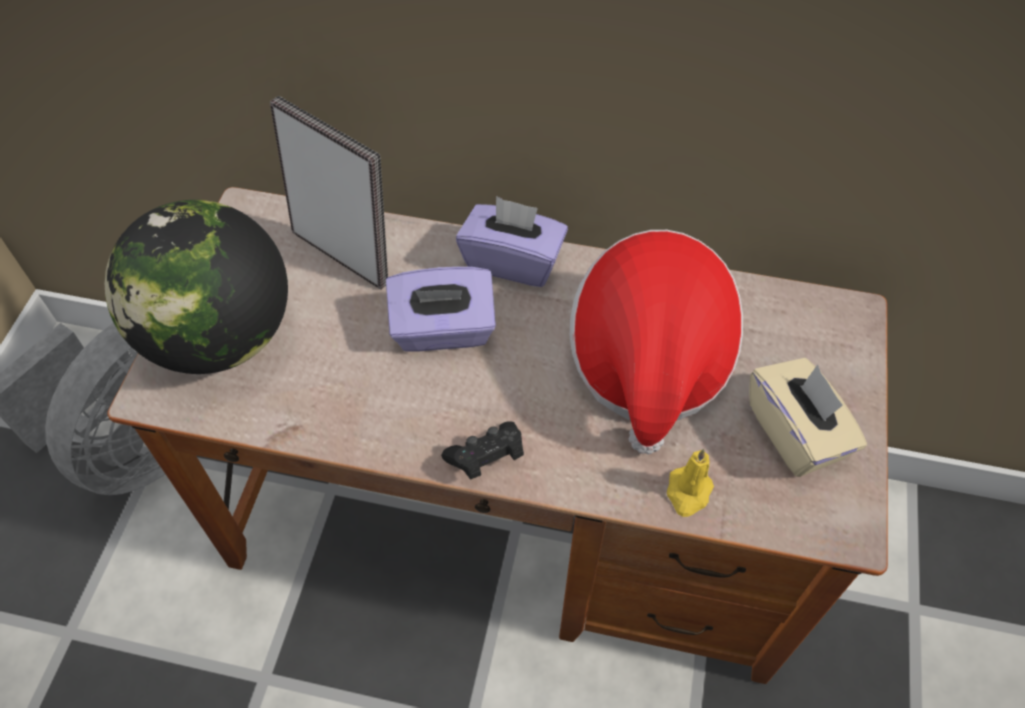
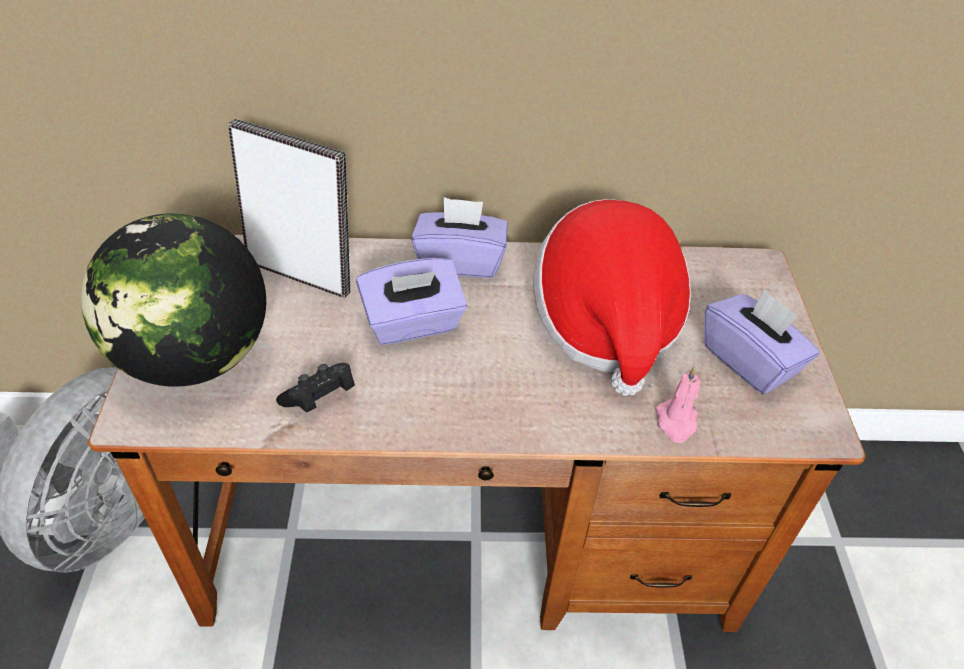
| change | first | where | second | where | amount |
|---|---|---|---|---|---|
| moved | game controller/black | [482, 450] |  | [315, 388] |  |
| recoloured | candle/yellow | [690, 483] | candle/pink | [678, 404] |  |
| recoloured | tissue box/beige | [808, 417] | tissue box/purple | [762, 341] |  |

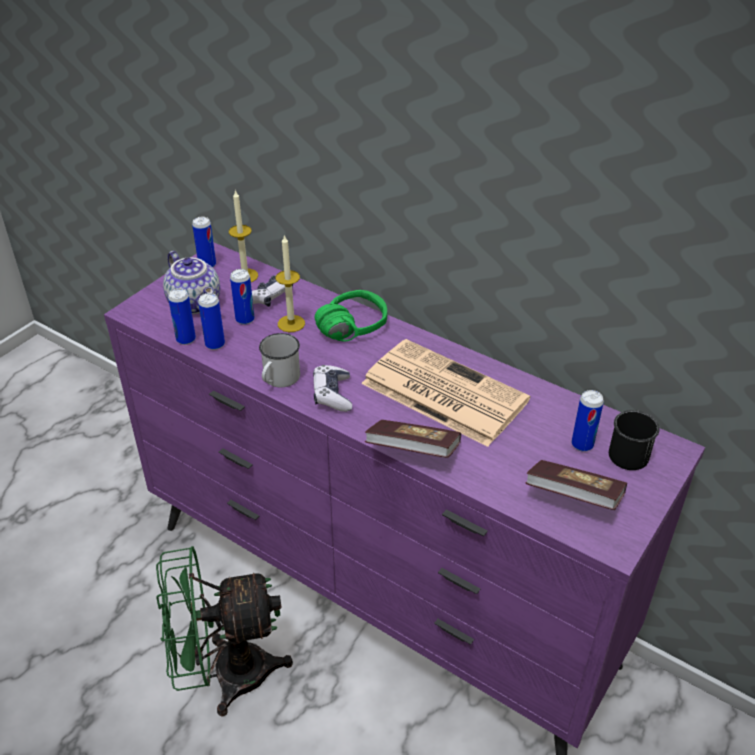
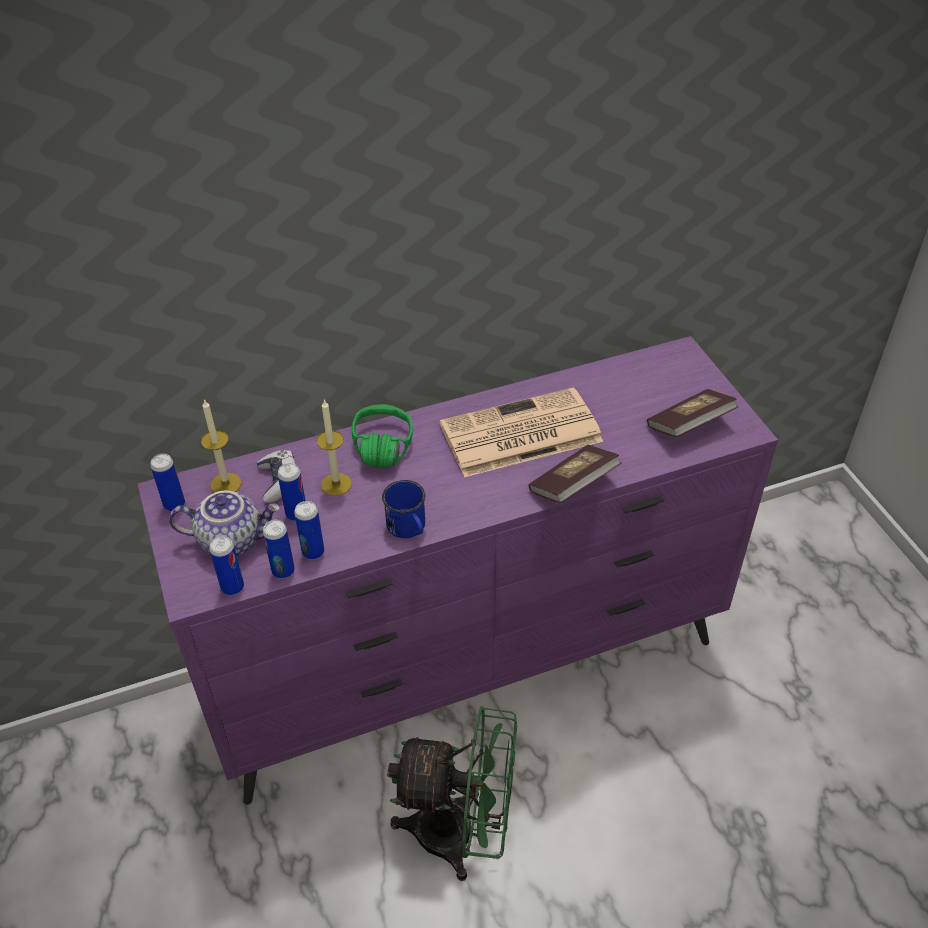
| change | first | where | second | where | amount |
|---|---|---|---|---|---|
| turned | fan/green | [224, 631] |  | [452, 793] | 105 degrees counterclockwise |
| recoloured | mug/white | [279, 360] | mug/blue | [404, 509] |  |
| removed | game controller | [332, 388] |  |  |  |
| moved | can | [587, 421] |  | [226, 565] |  |
| removed | mug/black | [634, 440] |  |  |  |

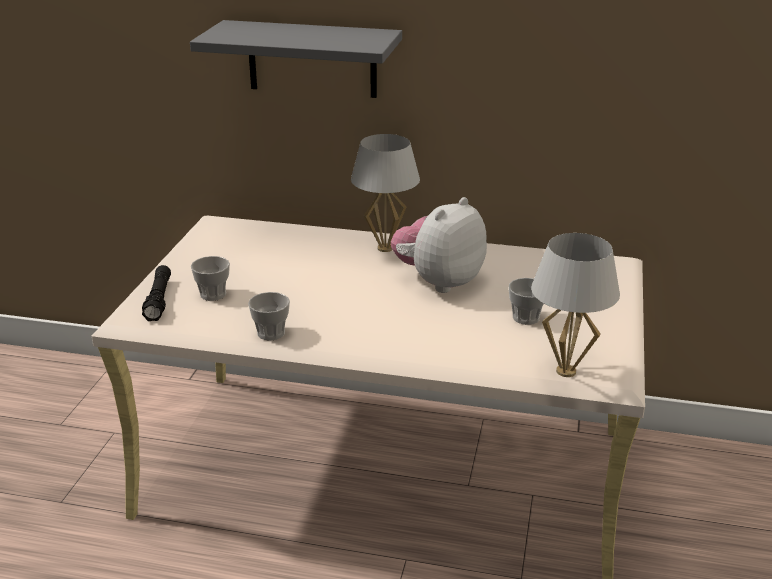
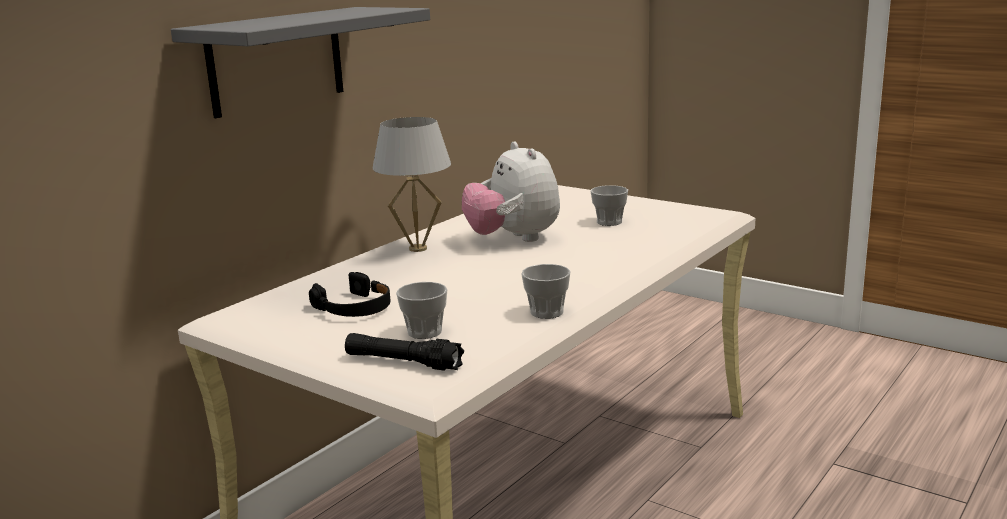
| change | first | where | second | where | amount |
|---|---|---|---|---|---|
| removed | table lamp/white | [575, 305] |  |  |  |
| added |  |  | headphones/black | [350, 294] |  |

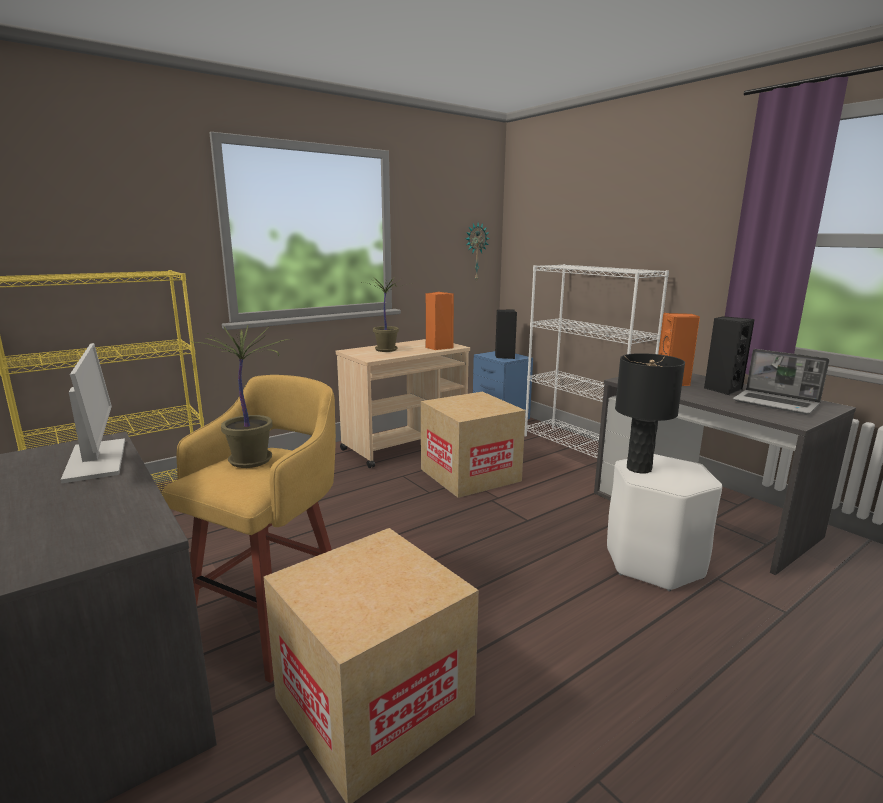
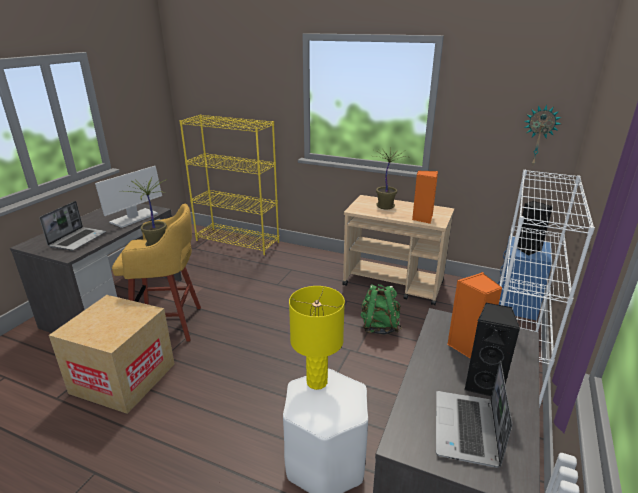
| change | first | where | second | where | amount |
|---|---|---|---|---|---|
| replaced | cardboard box | [473, 445] | backpack/green | [381, 309] |  |
| recoloured | table lamp/black | [650, 413] | table lamp/yellow | [317, 338] |  |
| added |  |  | laptop | [73, 226] |  |

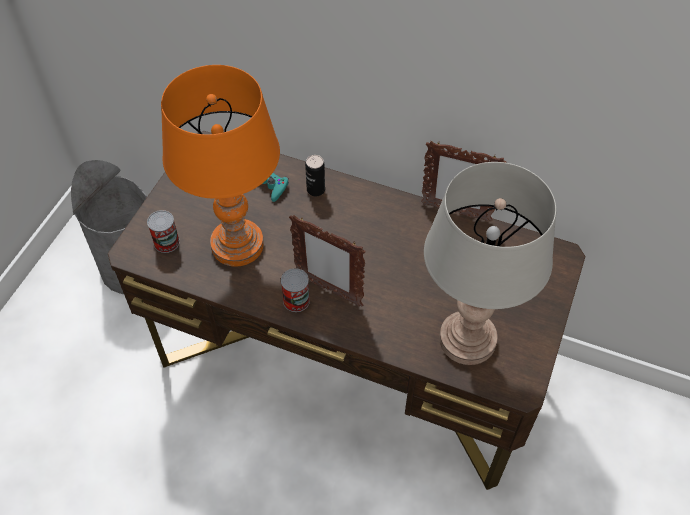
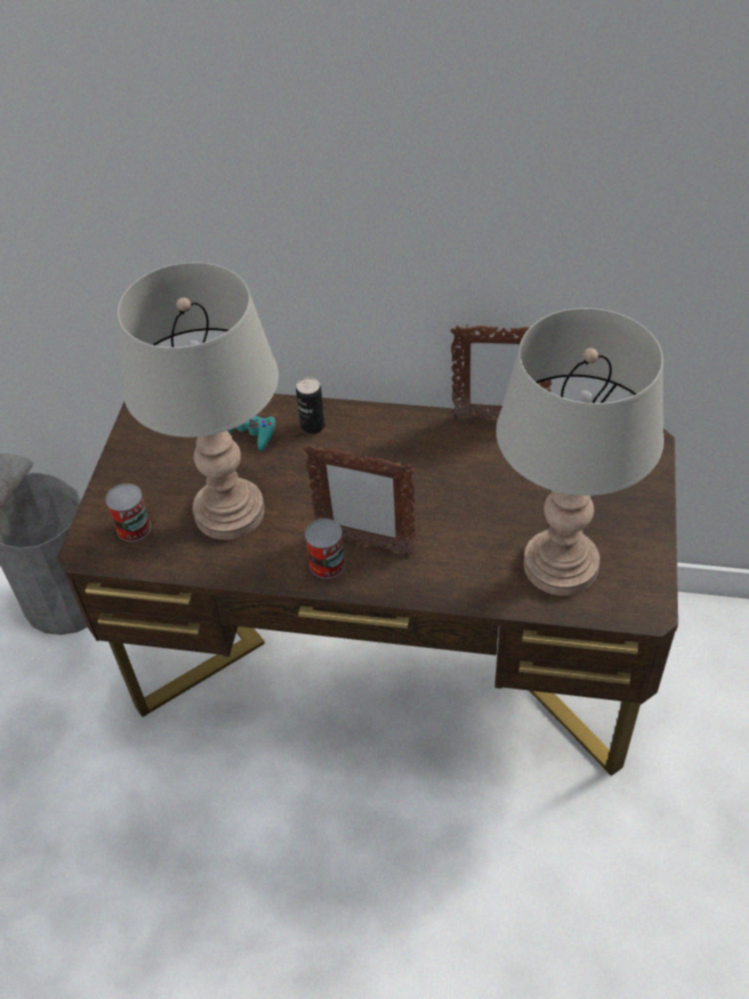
| change | first | where | second | where | amount |
|---|---|---|---|---|---|
| recoloured | table lamp/orange | [220, 166] | table lamp/grey | [198, 401] |  |

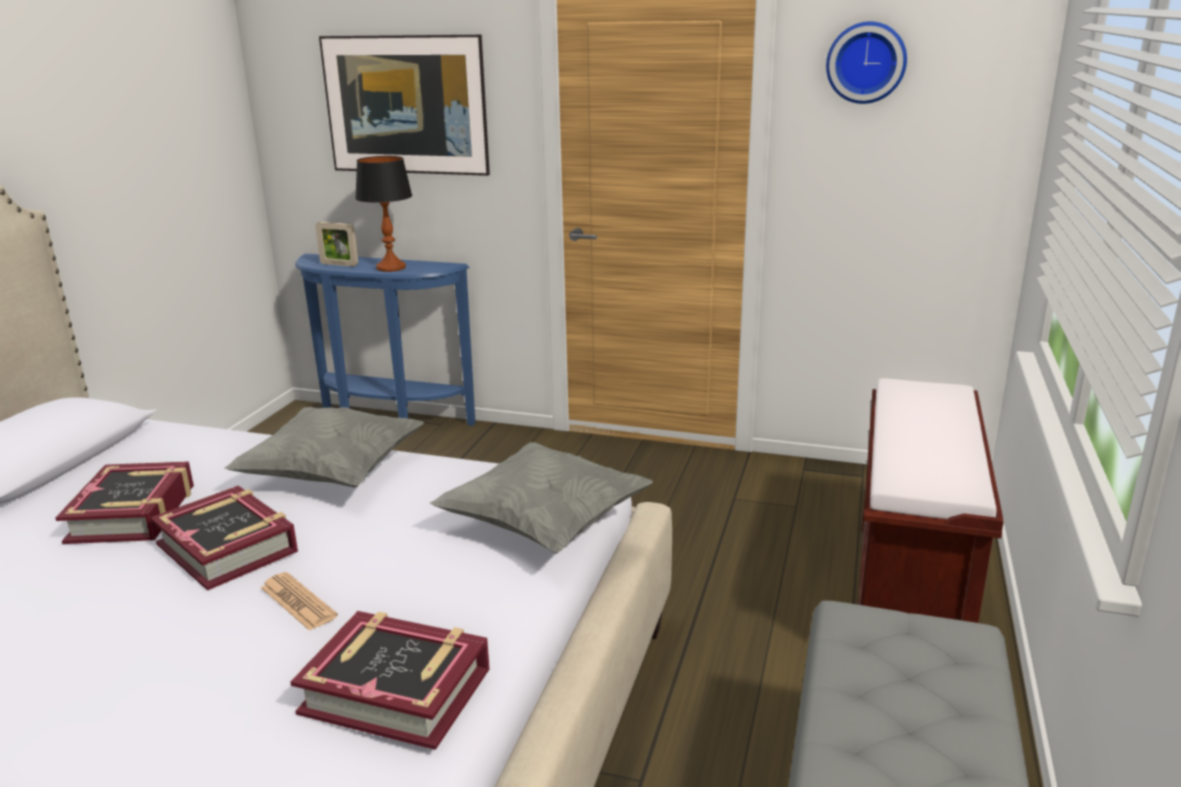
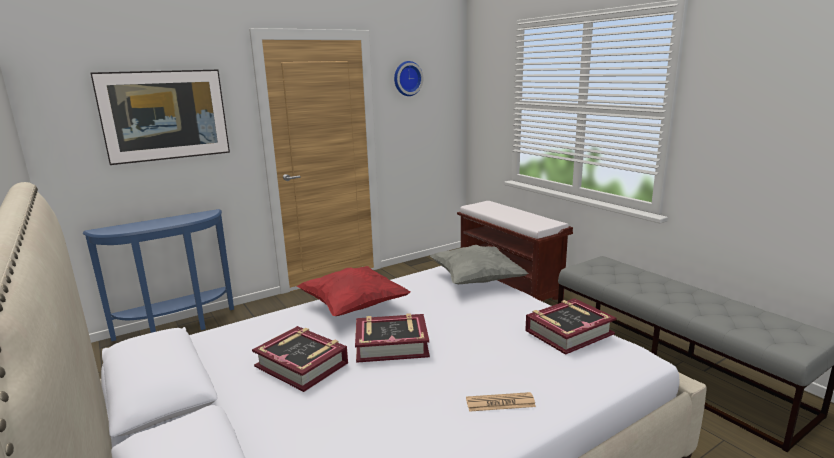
| change | first | where | second | where | amount |
|---|---|---|---|---|---|
| recoloured | pillow/grey | [324, 447] | pillow/red | [353, 291] |  |
| moved | newspaper | [299, 601] |  | [501, 402] |  |
| removed | picture frame | [336, 244] |  |  |  |
| removed | table lamp | [383, 214] |  |  |  |

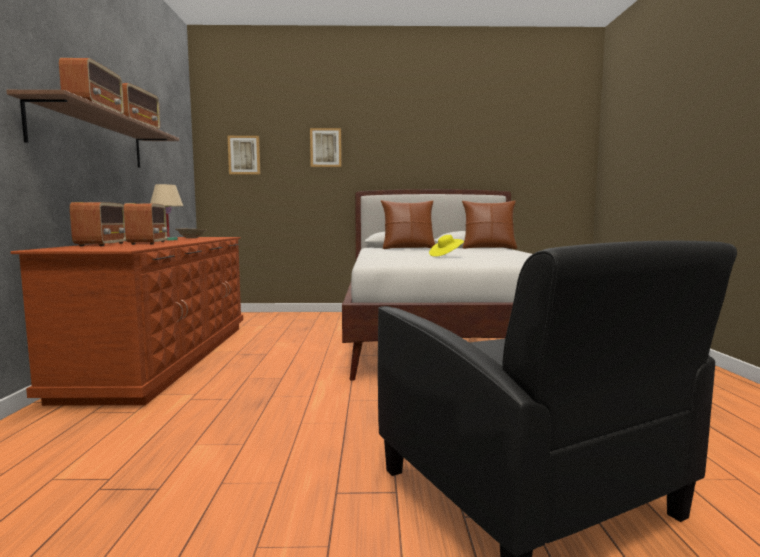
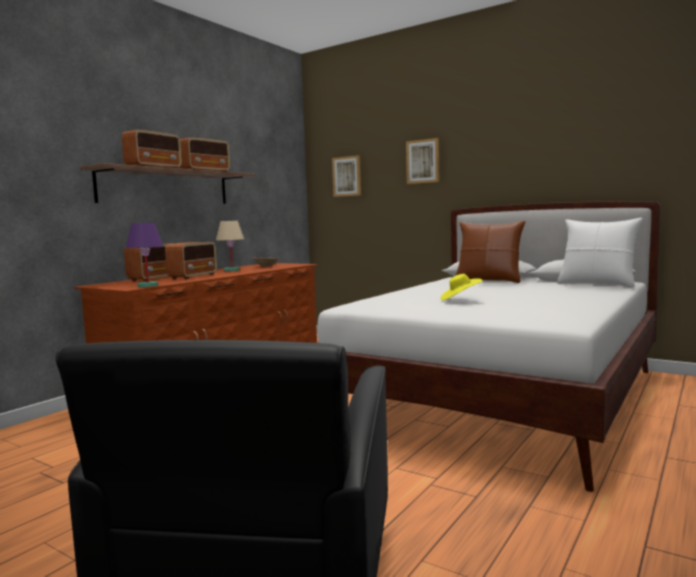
| change | first | where | second | where | amount |
|---|---|---|---|---|---|
| recoloured | pillow/brown | [489, 225] | pillow/white | [600, 253] |  |
| added |  |  | table lamp/purple | [144, 255] |  |

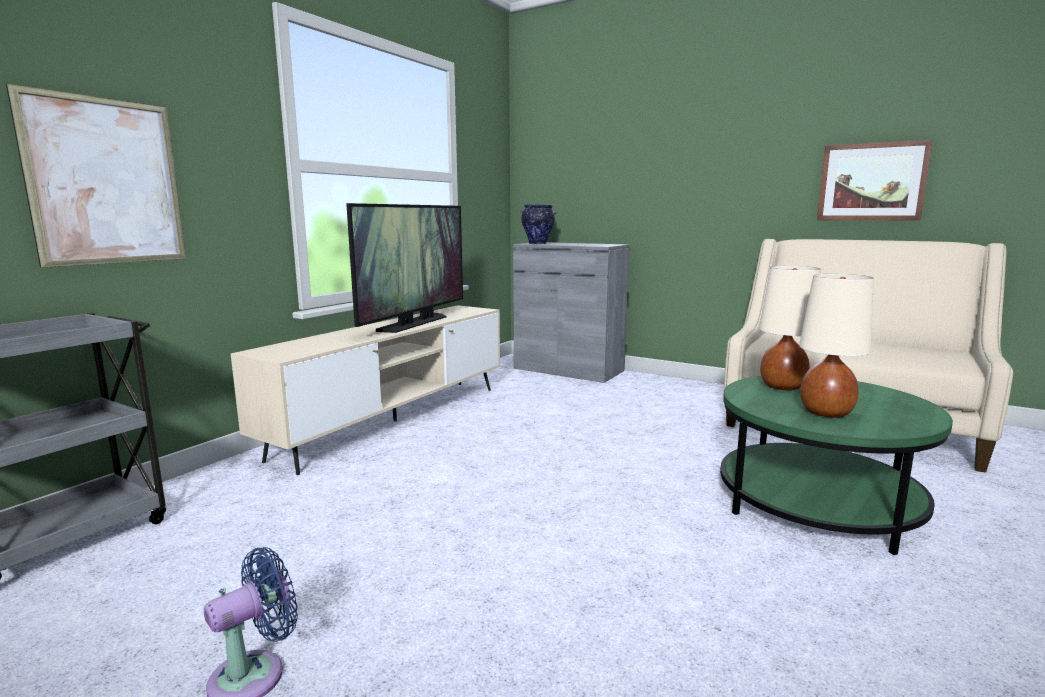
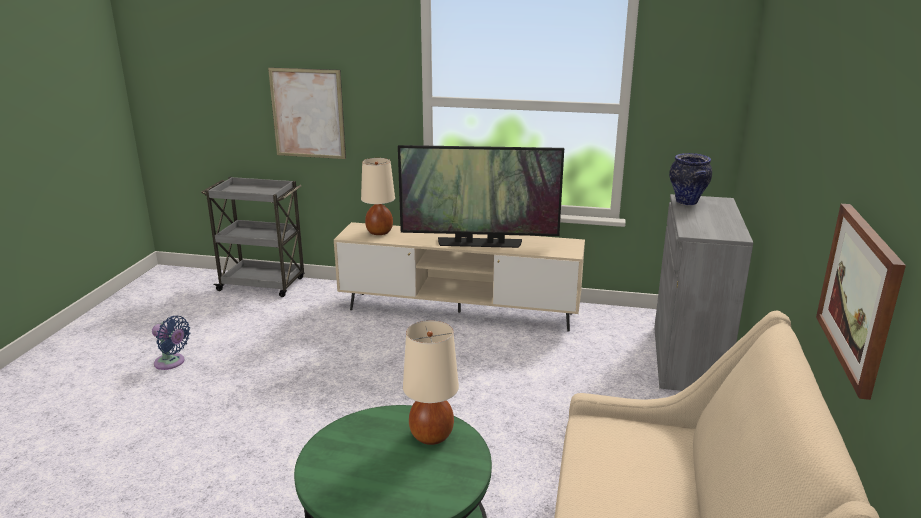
| change | first | where | second | where | amount |
|---|---|---|---|---|---|
| moved | table lamp/beige | [836, 346] |  | [378, 196] |  |

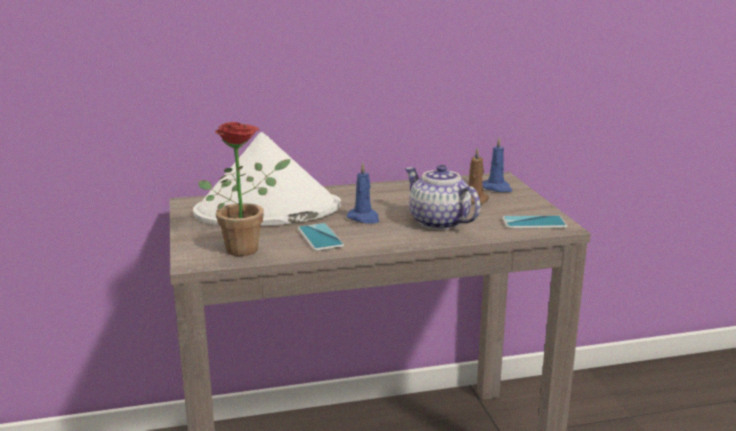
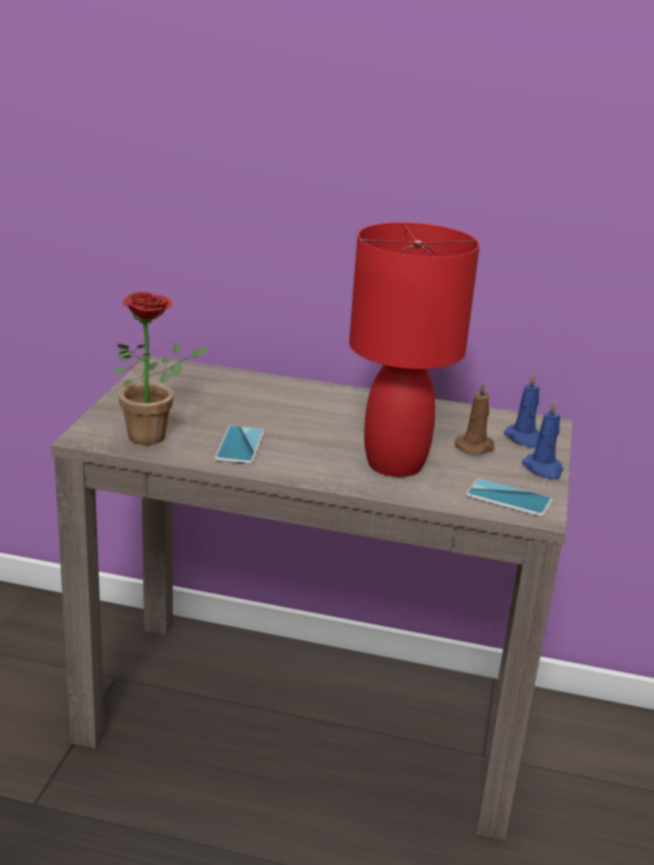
| change | first | where | second | where | amount |
|---|---|---|---|---|---|
| removed | hat/white | [267, 179] |  |  |  |
| moved | candle/blue | [363, 193] |  | [542, 440] |  |
| replaced | teapot | [443, 197] | table lamp/red | [414, 349] |  |

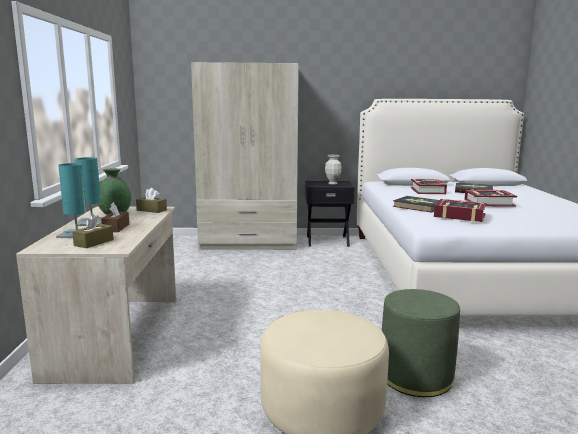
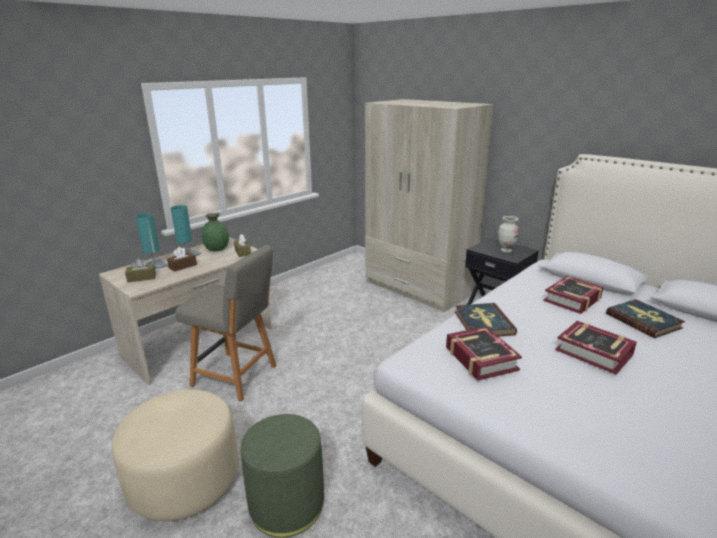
| change | first | where | second | where | amount |
|---|---|---|---|---|---|
| added |  |  | chair/grey | [226, 323] |  |

